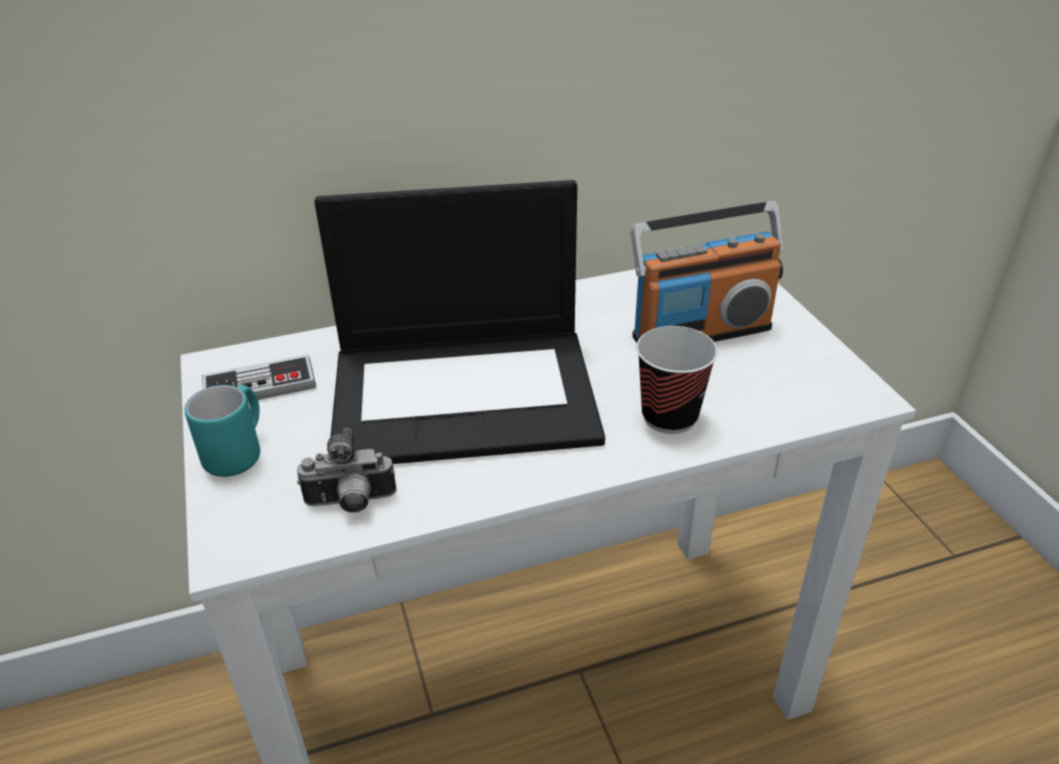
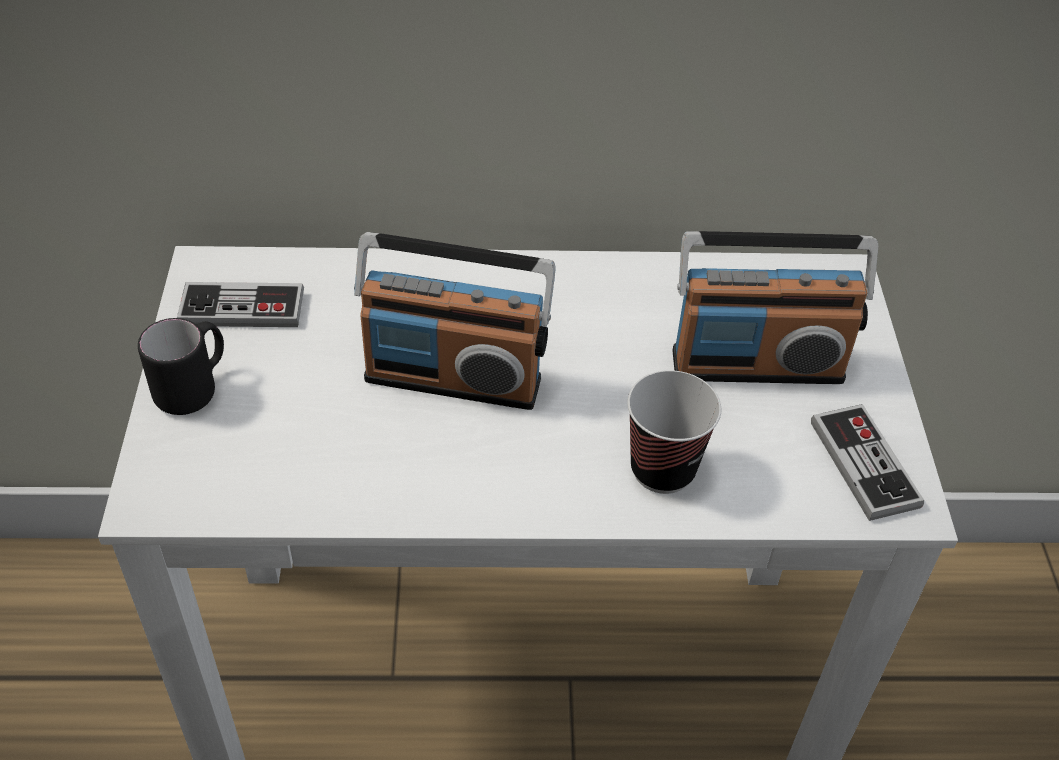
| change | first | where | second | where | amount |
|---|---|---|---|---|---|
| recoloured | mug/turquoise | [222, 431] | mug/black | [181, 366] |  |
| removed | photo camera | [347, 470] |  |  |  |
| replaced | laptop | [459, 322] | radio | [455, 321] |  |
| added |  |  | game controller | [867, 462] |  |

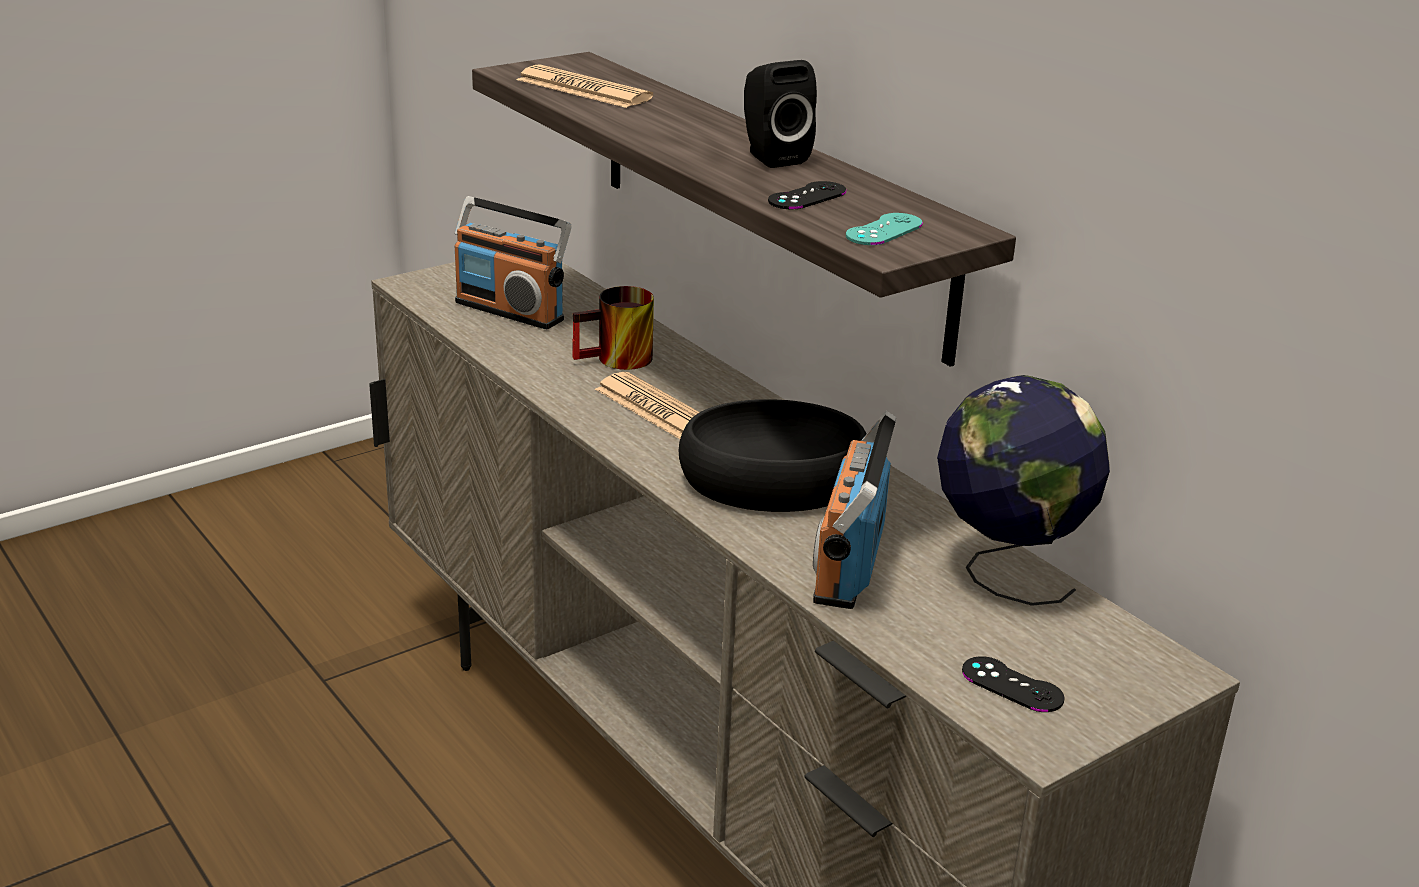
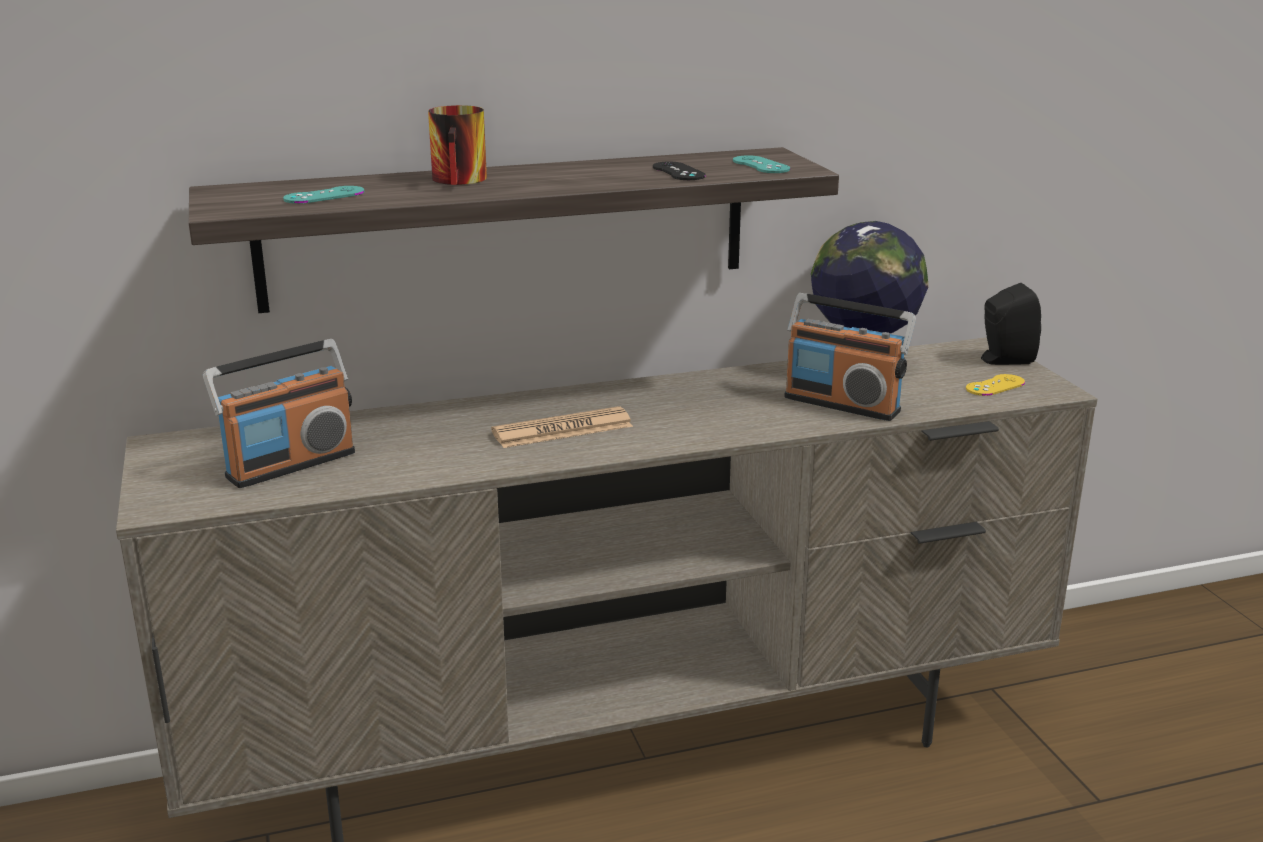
| change | first | where | second | where | amount |
|---|---|---|---|---|---|
| replaced | newspaper | [585, 86] | game controller/turquoise | [323, 195] |  |
| moved | mug | [613, 328] |  | [457, 145] |  |
| removed | bowl/black | [773, 455] |  |  |  |
| moved | speaker/black | [780, 114] |  | [1011, 324] |  |
| recoloured | game controller/black | [1013, 684] | game controller/yellow | [995, 385] |  |

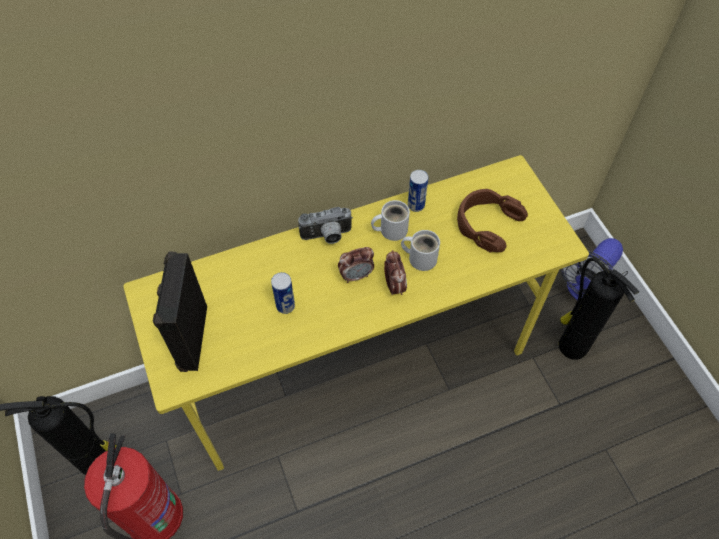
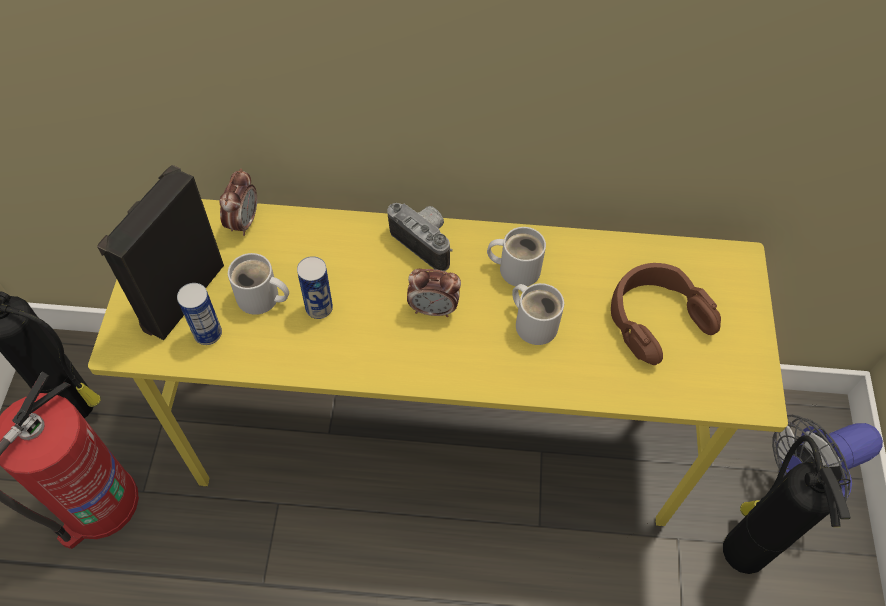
| change | first | where | second | where | amount |
|---|---|---|---|---|---|
| turned | photo camera | [325, 225] |  | [420, 237] | 150 degrees counterclockwise |
| moved | alarm clock | [395, 272] |  | [238, 202] |  |
| moved | can | [418, 191] |  | [199, 314] |  |
| added |  |  | mug/white | [258, 284] |  |

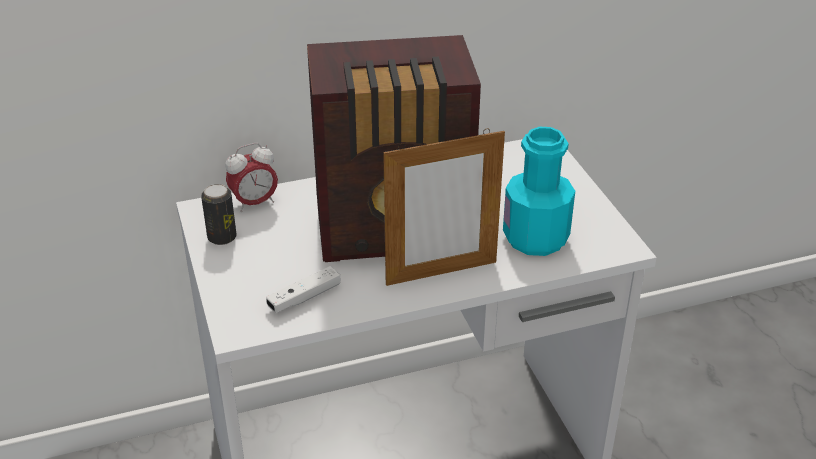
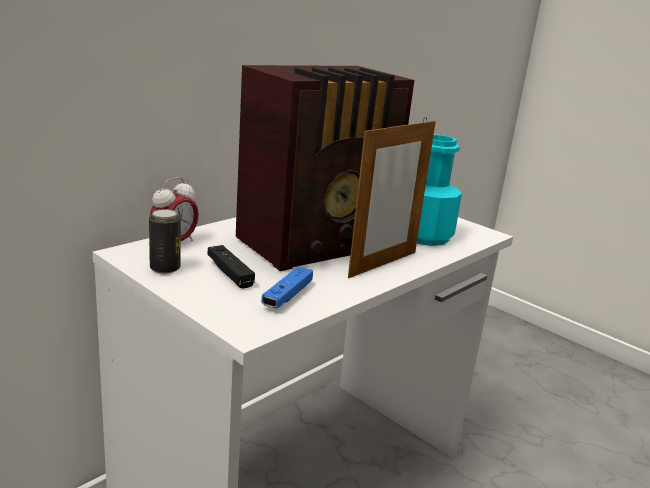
| change | first | where | second | where | amount |
|---|---|---|---|---|---|
| recoloured | game controller/white | [303, 289] | game controller/blue | [287, 287] |  |
| added |  |  | game controller/black | [231, 267] |  |

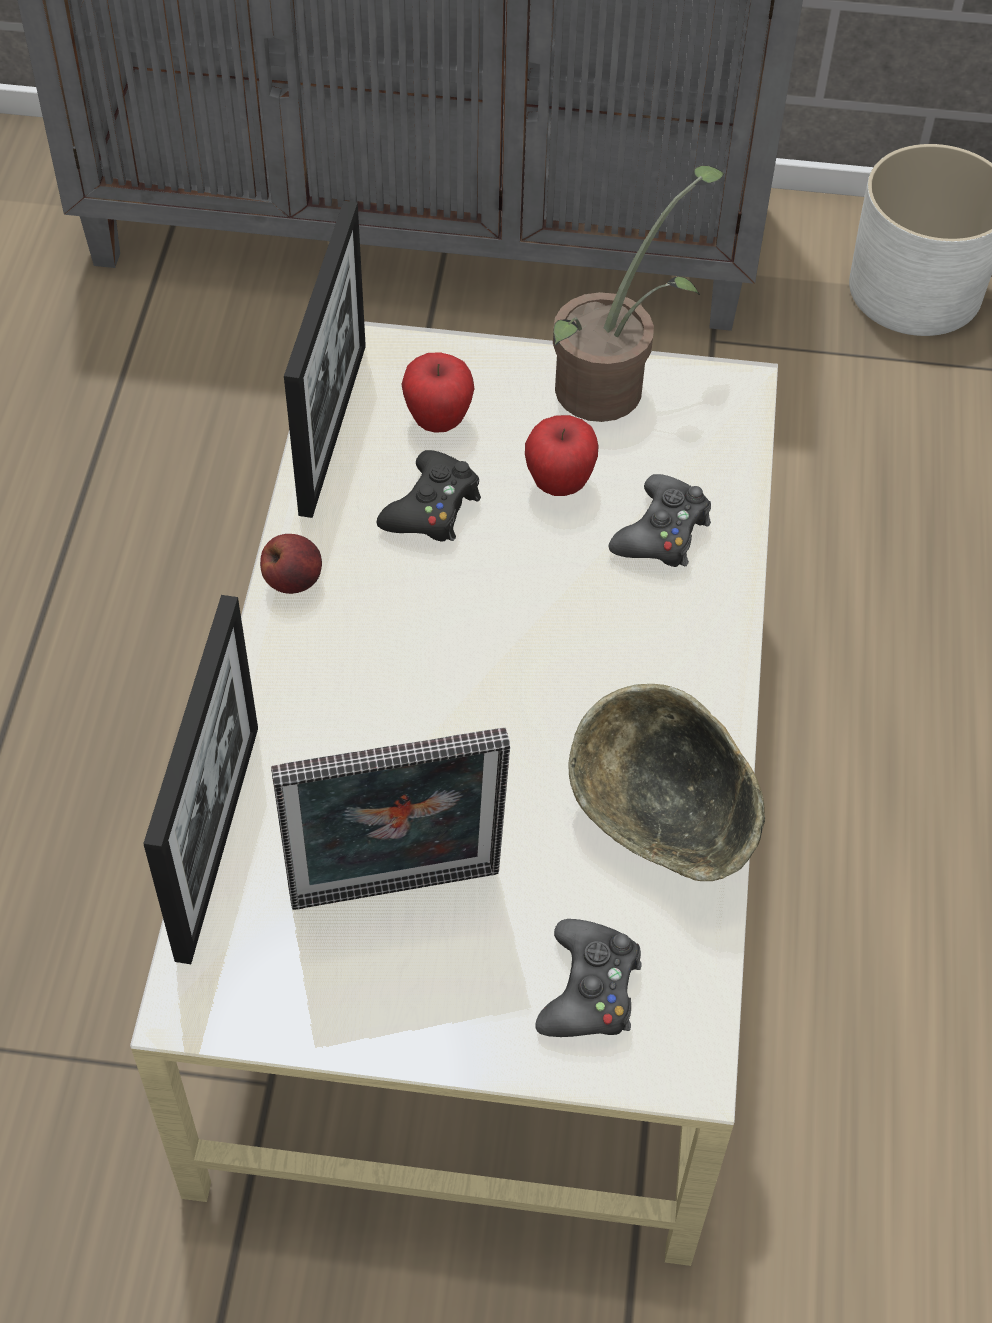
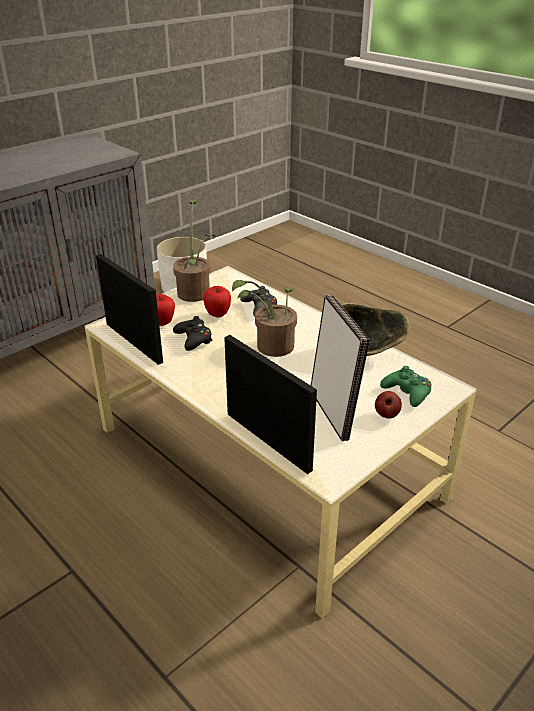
| change | first | where | second | where | amount |
|---|---|---|---|---|---|
| moved | apple | [291, 564] |  | [388, 405] |  |
| turned | picture frame | [390, 819] |  | [340, 367] | 45 degrees counterclockwise |
| recoloured | game controller/black | [588, 978] | game controller/green | [406, 386] |  |
| added |  |  | potted plant | [264, 318] |  |

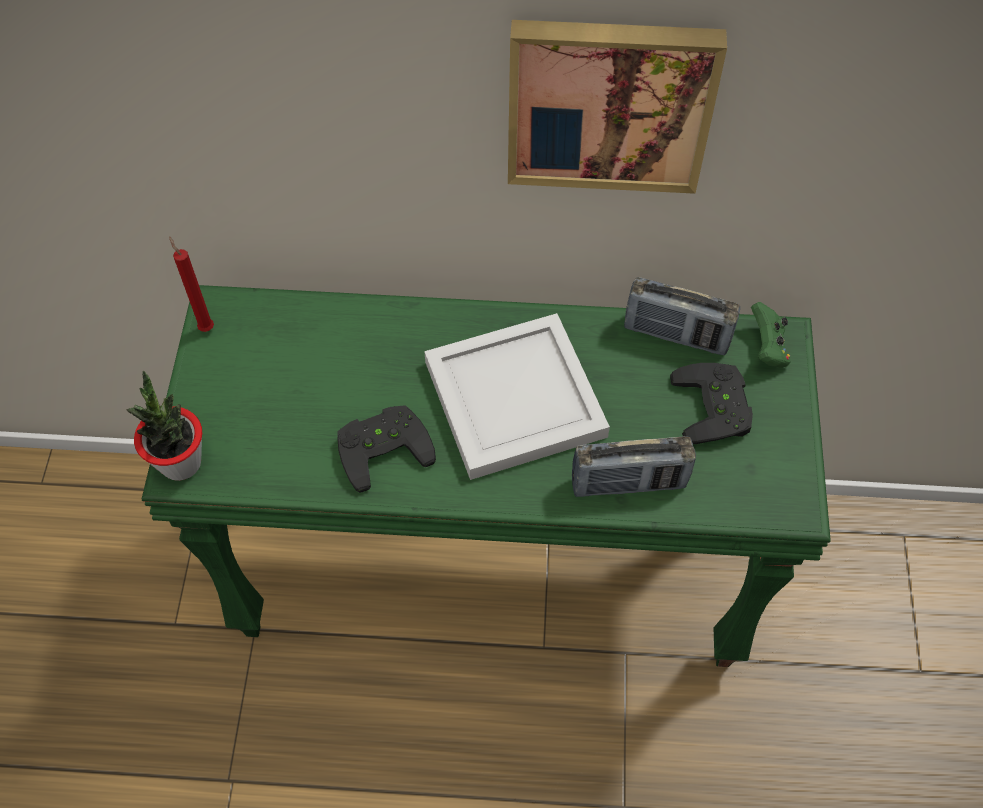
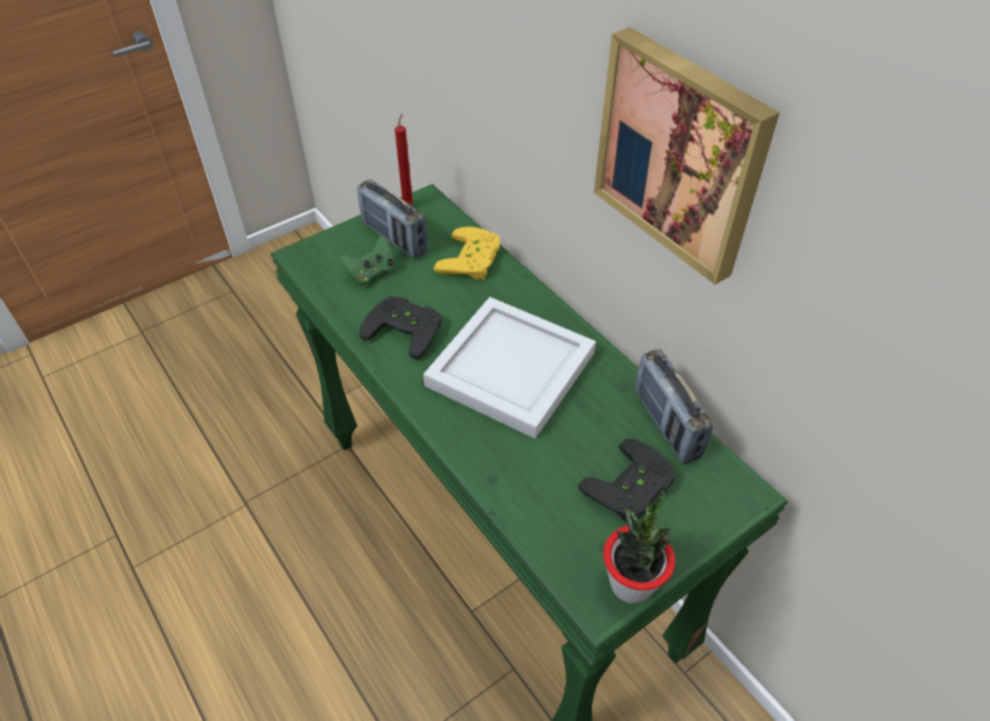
| change | first | where | second | where | amount |
|---|---|---|---|---|---|
| moved | potted plant | [164, 426] |  | [639, 546] |  |
| moved | radio | [634, 466] |  | [392, 219] |  |
| moved | game controller/green | [771, 335] |  | [367, 260] |  |
| added |  |  | game controller/yellow | [467, 253] |  |

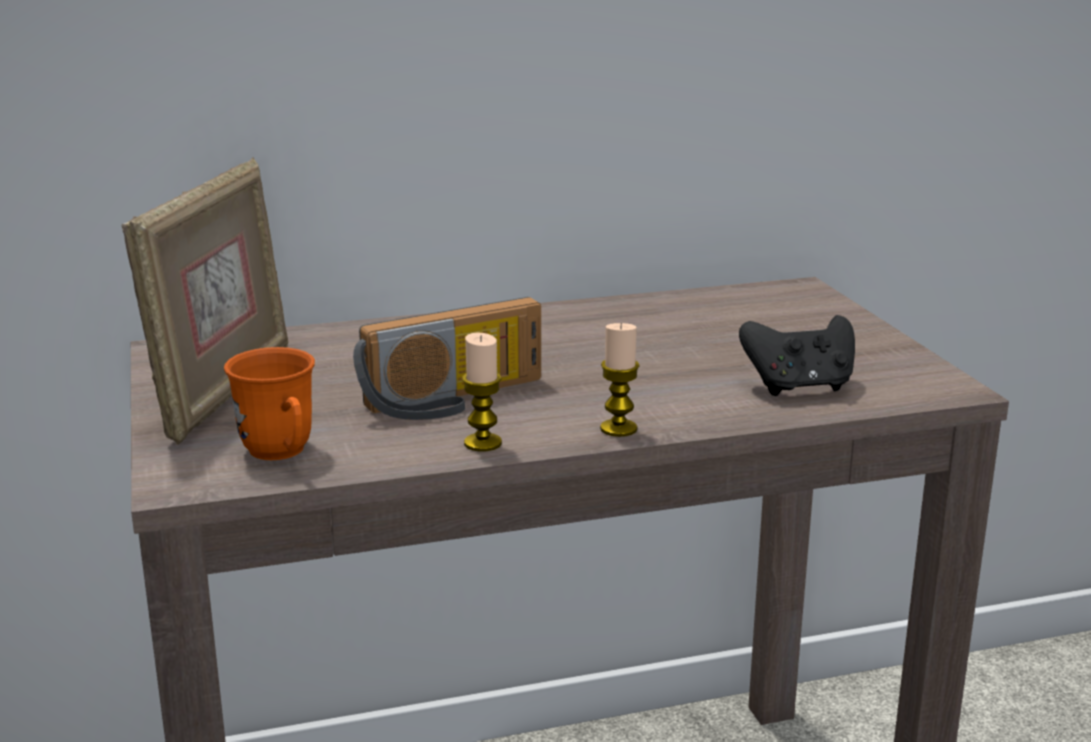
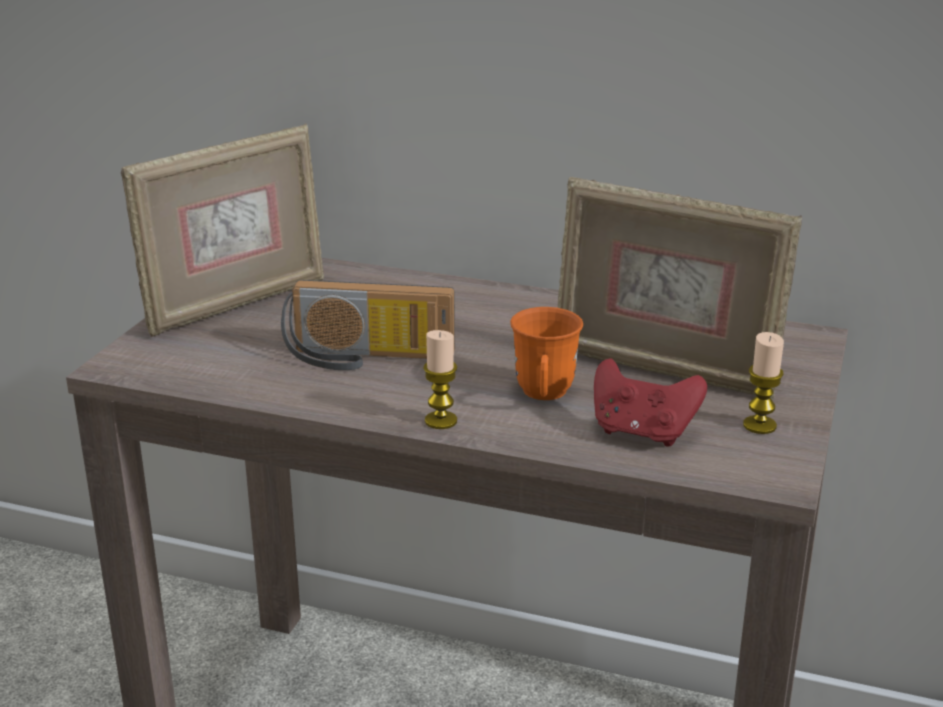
| change | first | where | second | where | amount |
|---|---|---|---|---|---|
| moved | mug/orange | [269, 403] |  | [546, 353] |  |
| moved | candle | [482, 392] |  | [763, 383] |  |
| recoloured | game controller/black | [797, 355] | game controller/red | [650, 402] |  |
| added |  |  | picture frame | [680, 288] |  |

